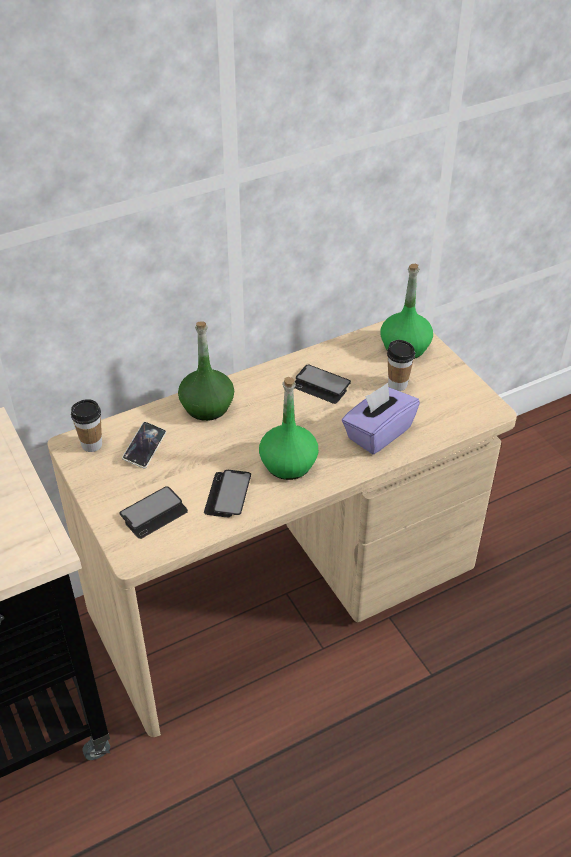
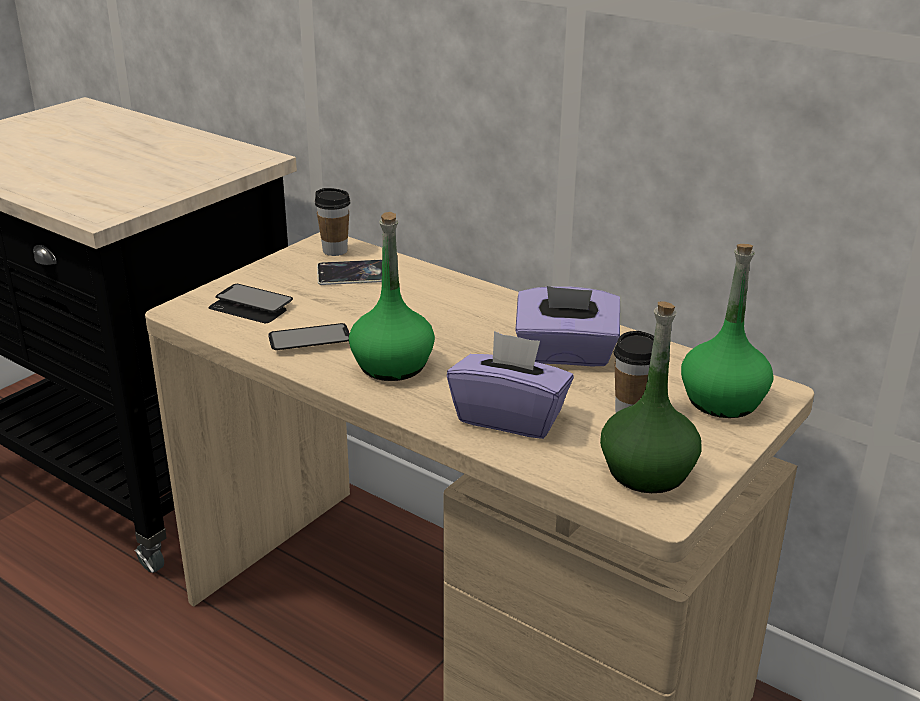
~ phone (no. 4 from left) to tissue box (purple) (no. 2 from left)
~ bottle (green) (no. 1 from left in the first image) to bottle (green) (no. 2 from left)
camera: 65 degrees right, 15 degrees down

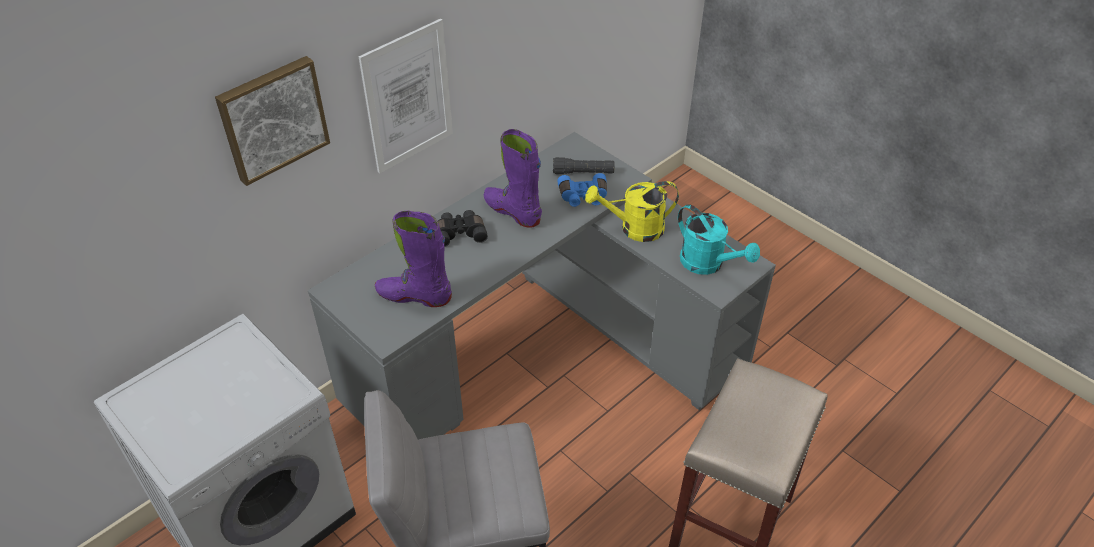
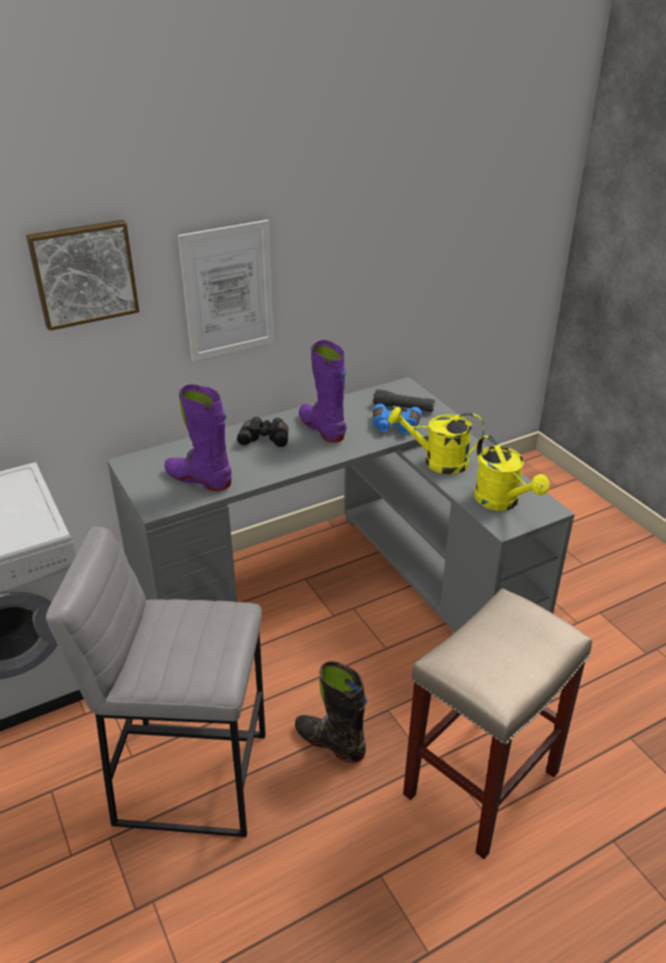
+ boot (black)
~ watering can (turquoise) to watering can (yellow) (no. 2 from left)
camera: 15 degrees right, 10 degrees down

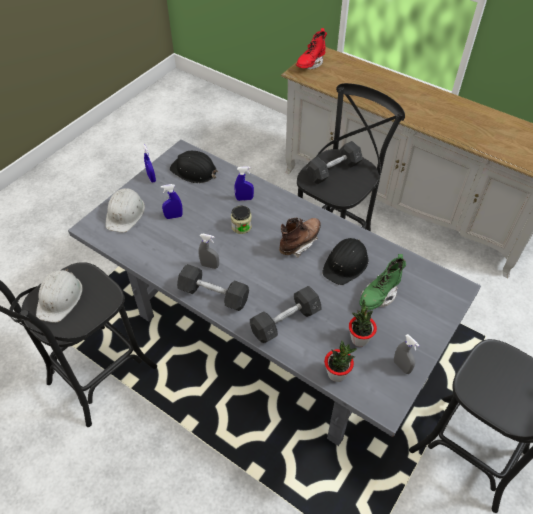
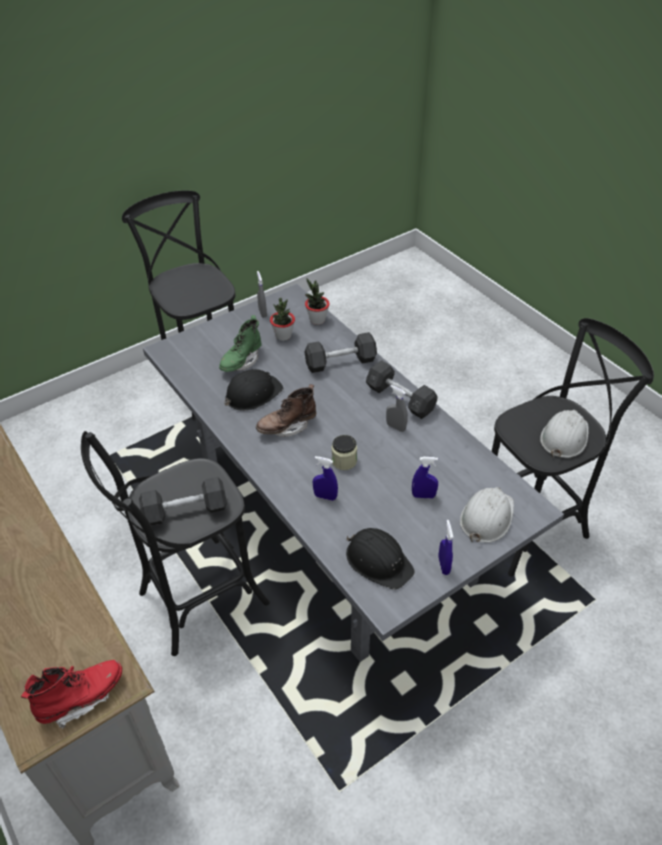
~ boot (green) 150 degrees clockwise
camera: 160 degrees left, 5 degrees down

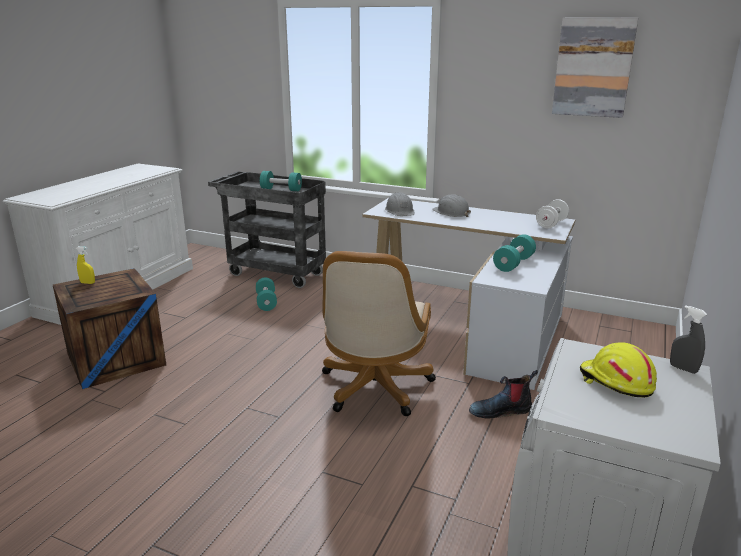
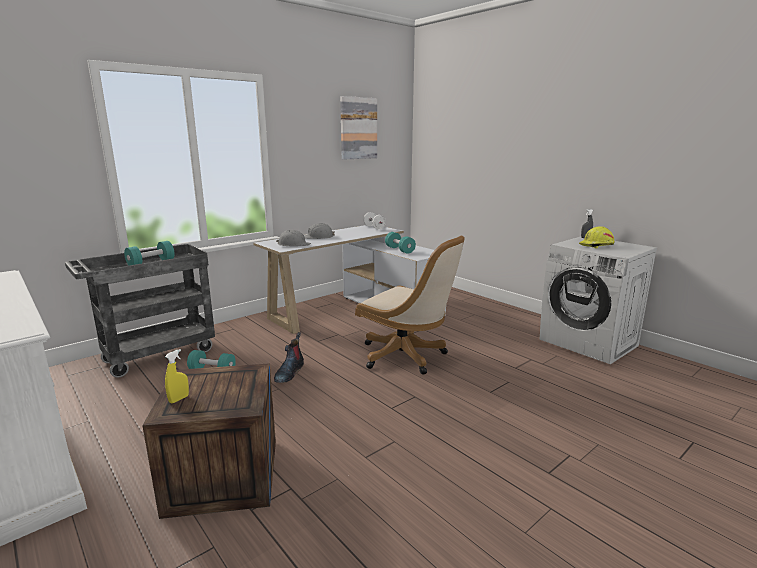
~ boot
camera: 65 degrees left, 5 degrees down

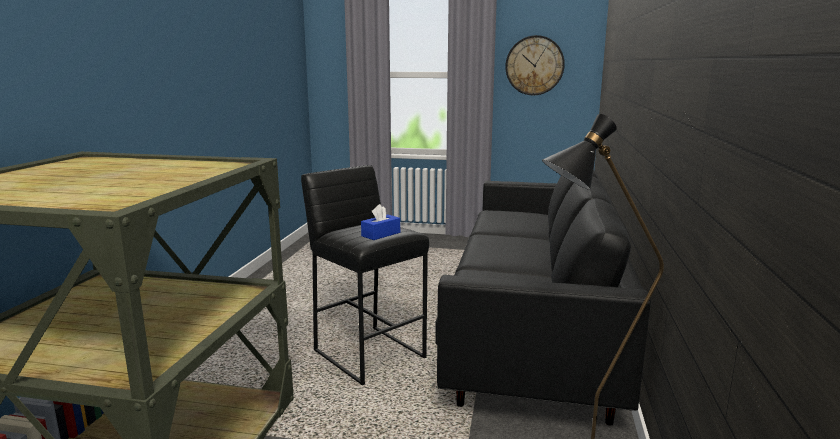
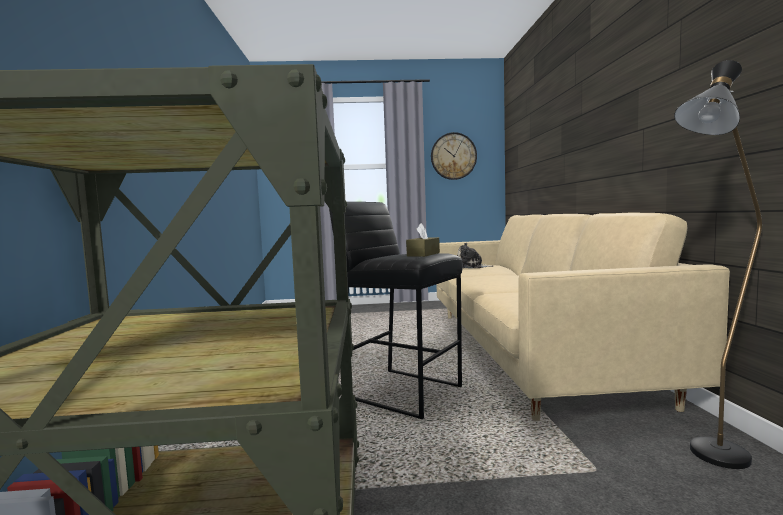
~ tissue box (blue) to tissue box (brown)
~ sofa (black) to sofa (beige)
+ plush toy
camera: 15 degrees left, 10 degrees down

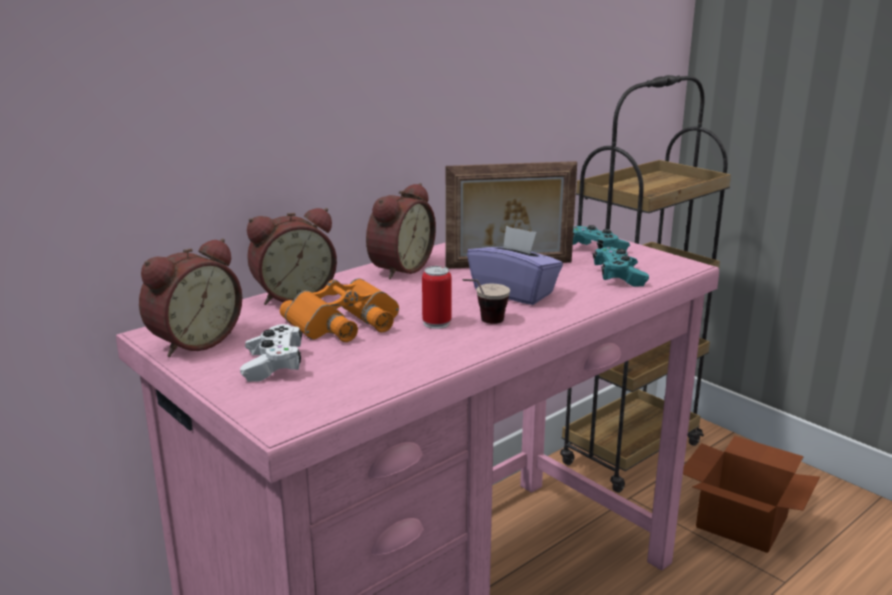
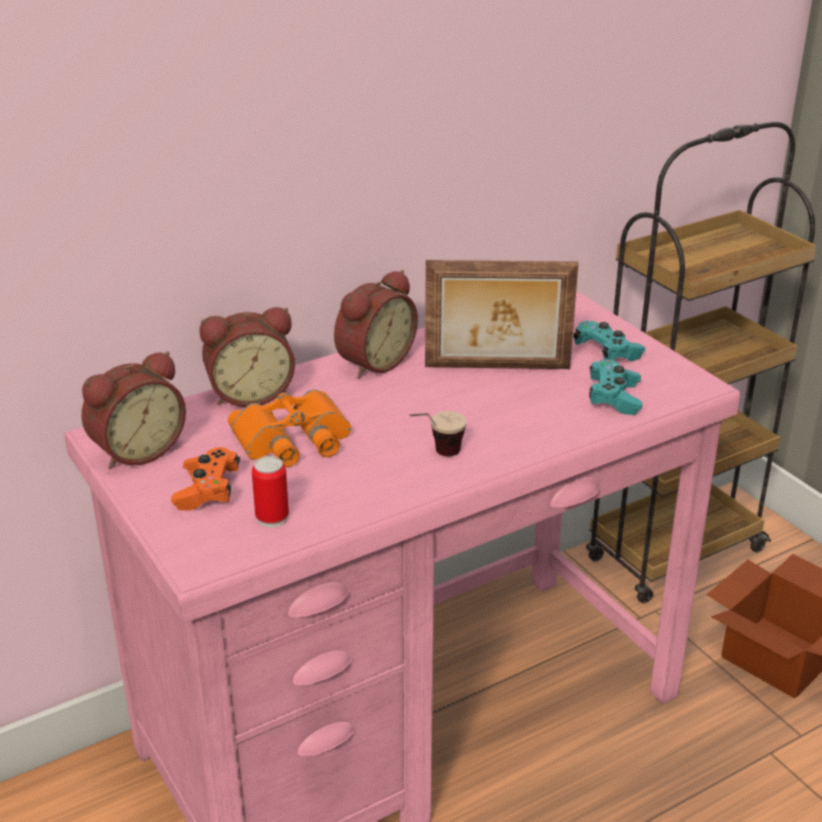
~ game controller (white) to game controller (orange)
~ can
- tissue box (purple)
camera: 10 degrees right, 10 degrees up

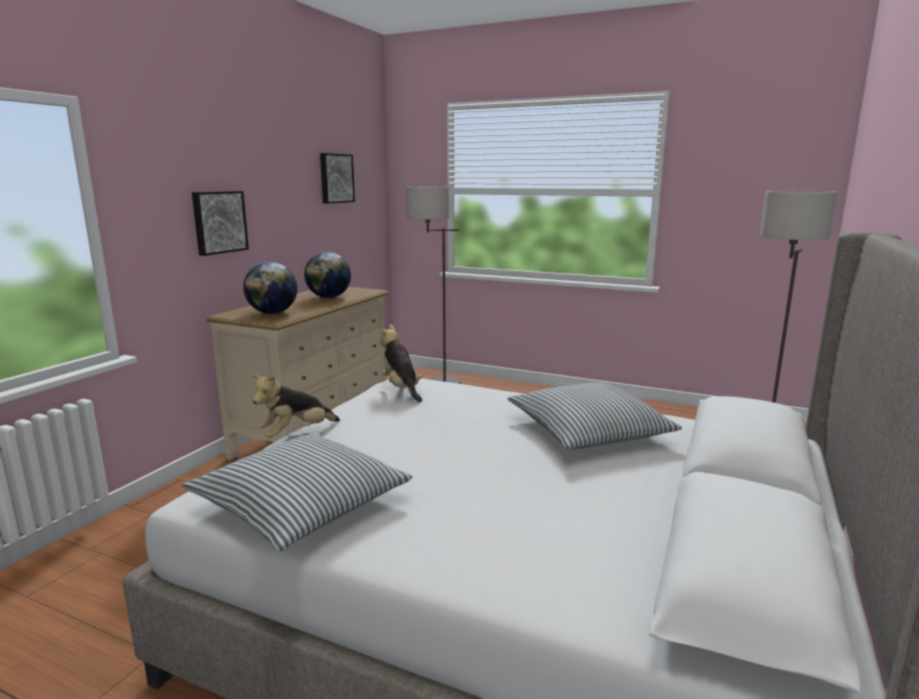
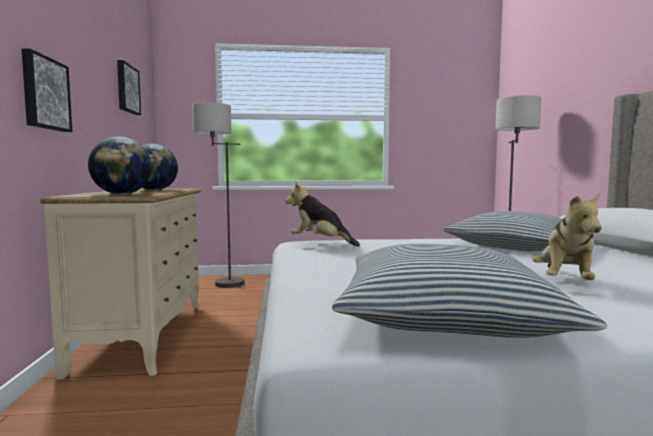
~ plush toy (no. 1 from left in the first image) to plush toy (no. 2 from left)
camera: 30 degrees left, 10 degrees down

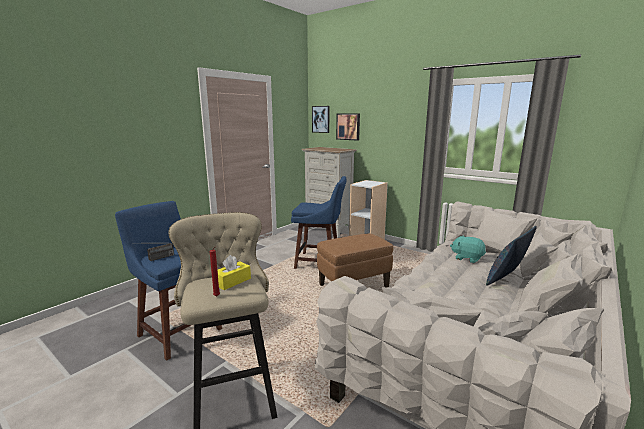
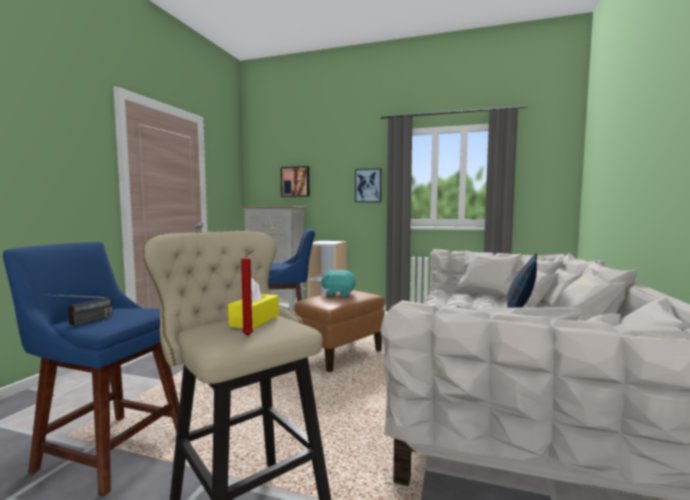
~ plush toy (turquoise)
~ picture (no. 1 from left in the first image) to picture (no. 2 from left)
camera: 20 degrees left, 10 degrees down

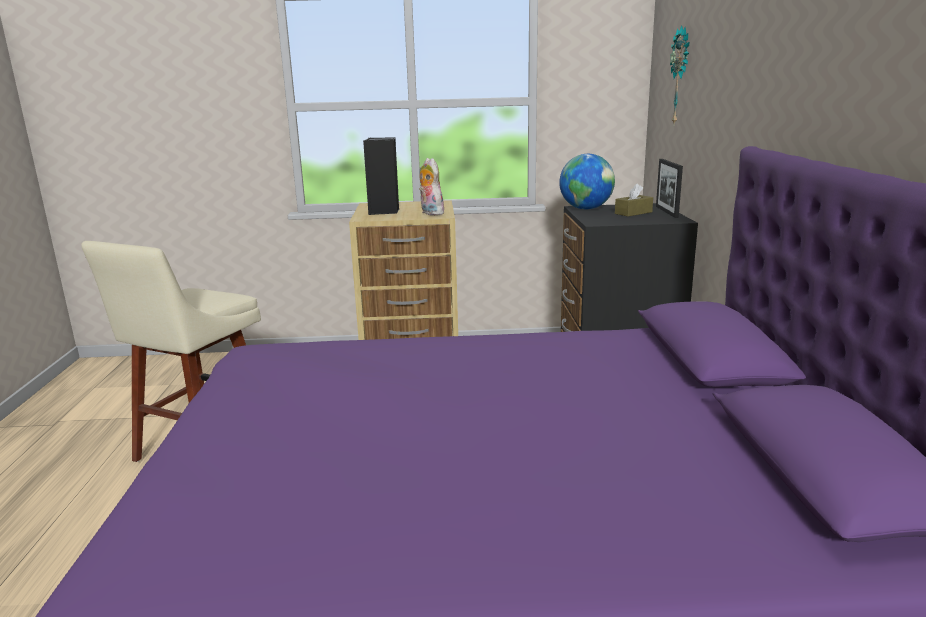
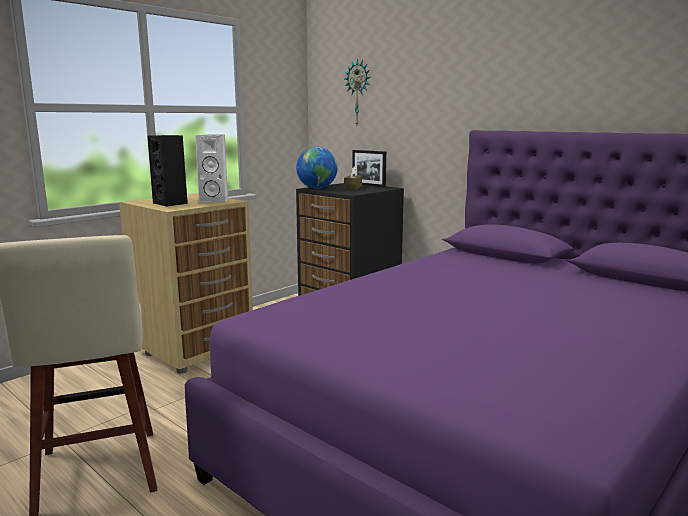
~ plush toy to speaker (white)
camera: 45 degrees left, 5 degrees down

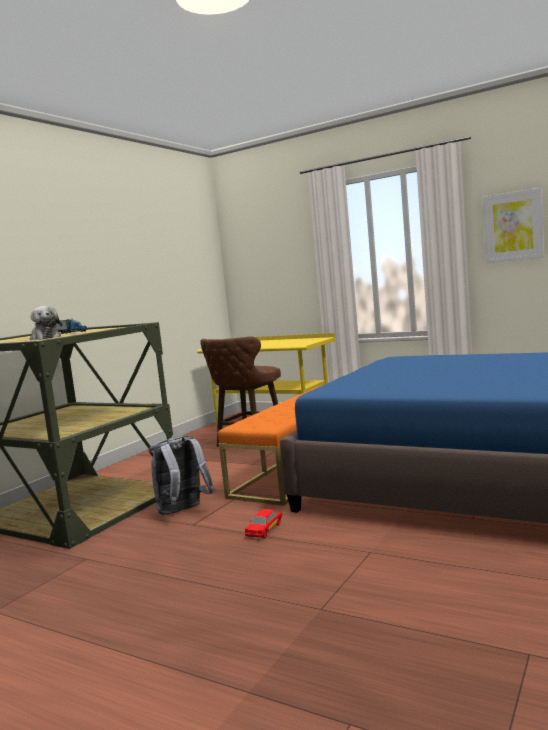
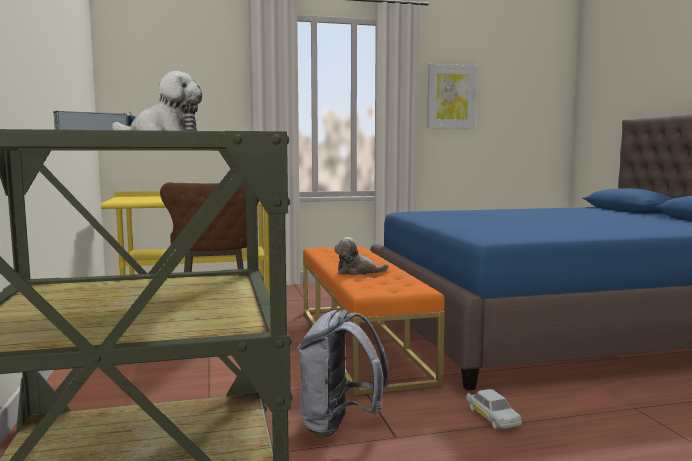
+ plush toy (no. 2 from left)
~ toy car (red) to toy car (white)
camera: 45 degrees left, 0 degrees up

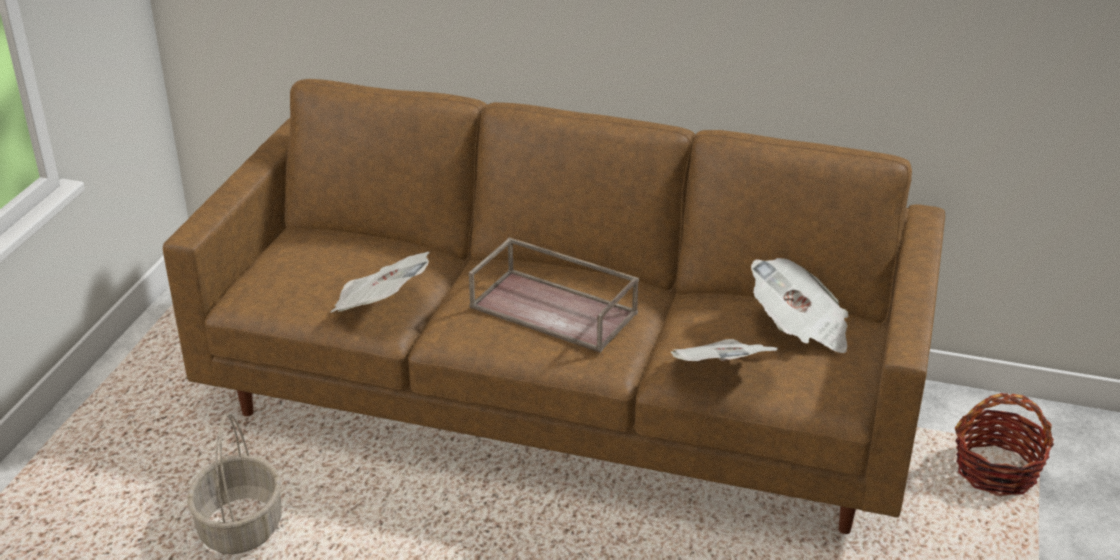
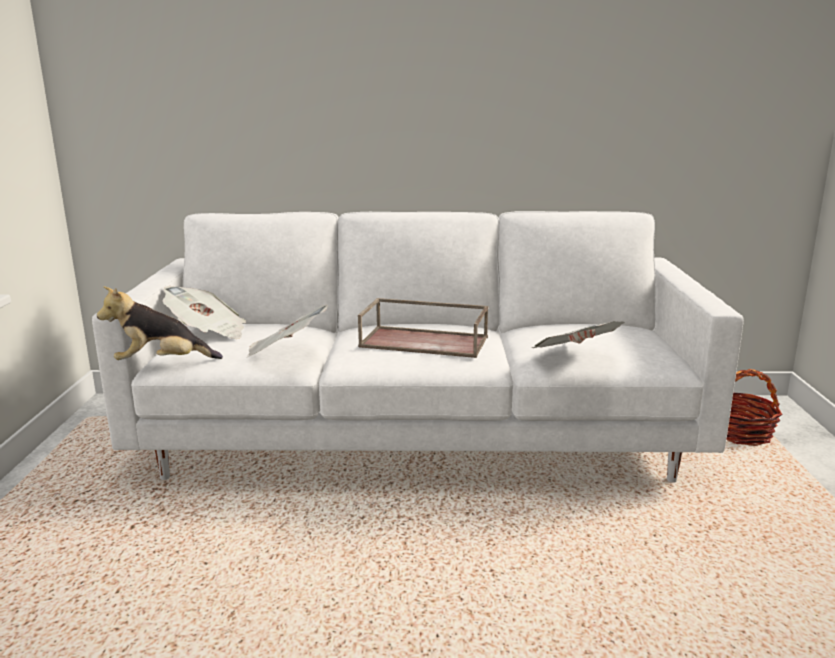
~ sofa (brown) to sofa (white)
+ plush toy
~ newspaper (no. 3 from left in the first image) to newspaper (no. 1 from left)
- basket (no. 1 from left)
camera: 15 degrees left, 15 degrees down

